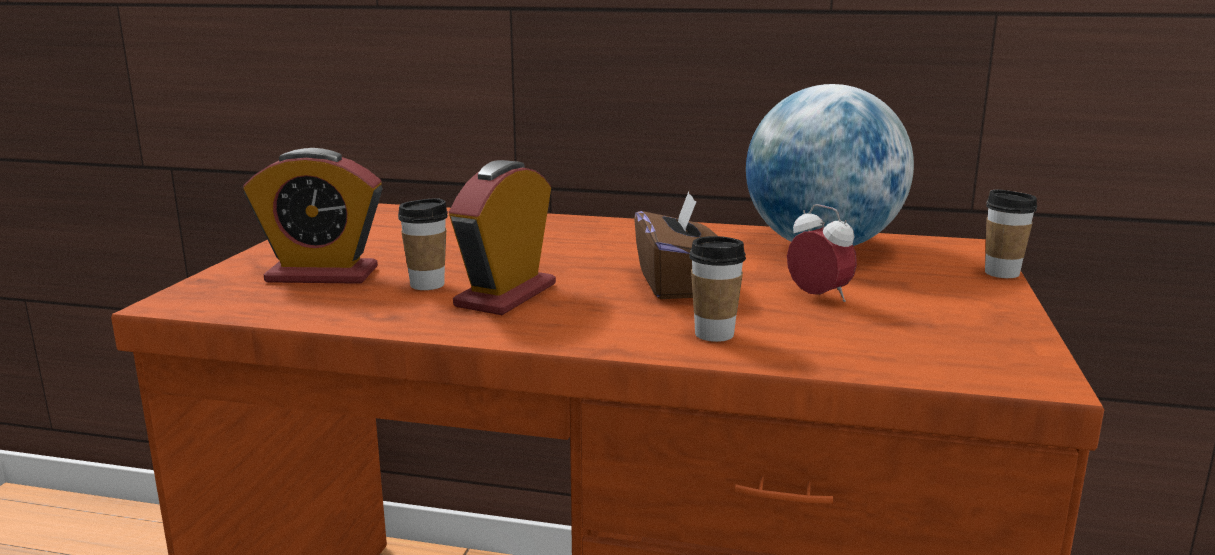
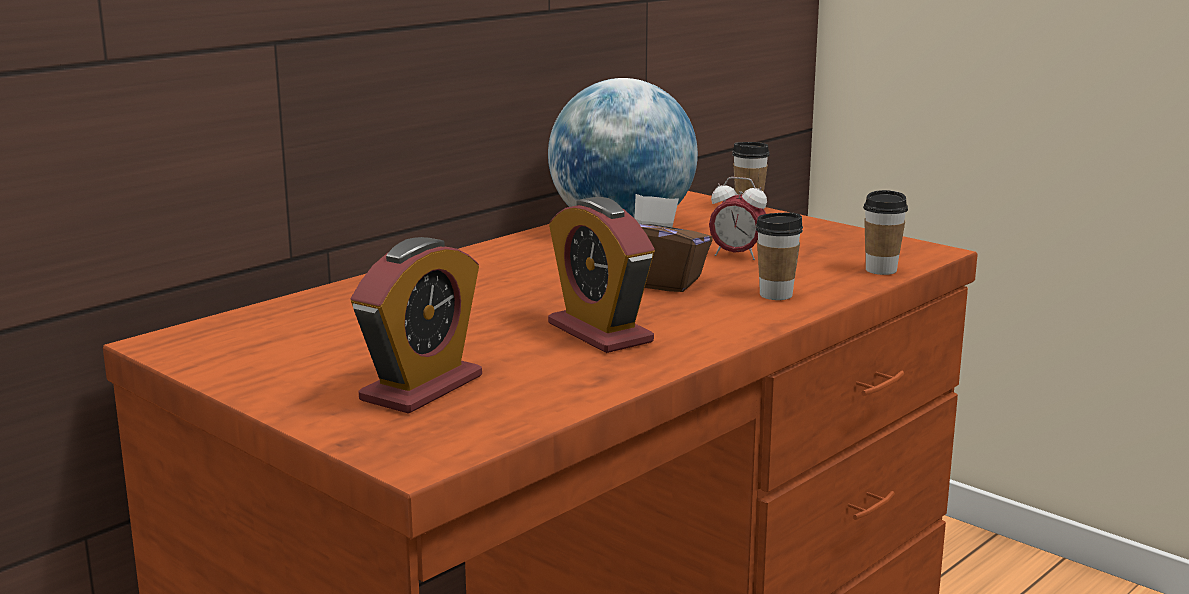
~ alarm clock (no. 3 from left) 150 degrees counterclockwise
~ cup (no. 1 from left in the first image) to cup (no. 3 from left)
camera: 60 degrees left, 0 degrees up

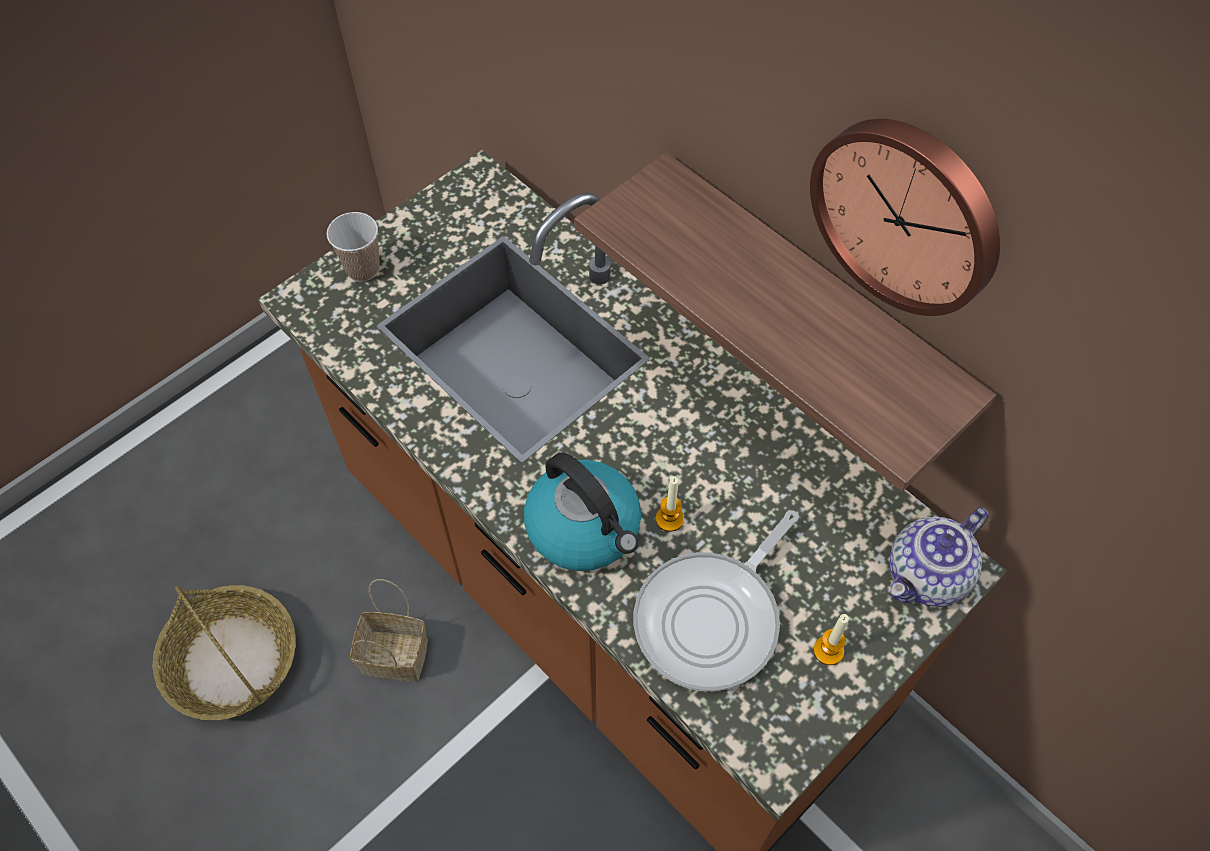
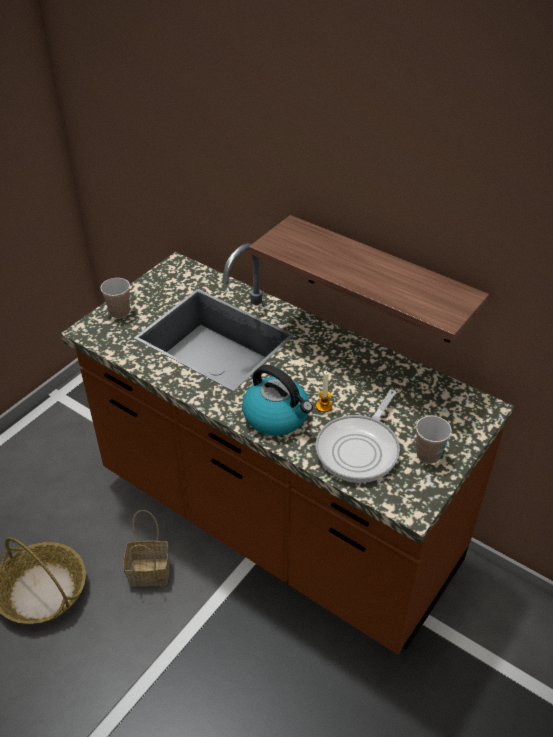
~ candle (no. 2 from left) to cup (no. 2 from left)
- wall clock
- teapot
camera: 10 degrees left, 15 degrees down

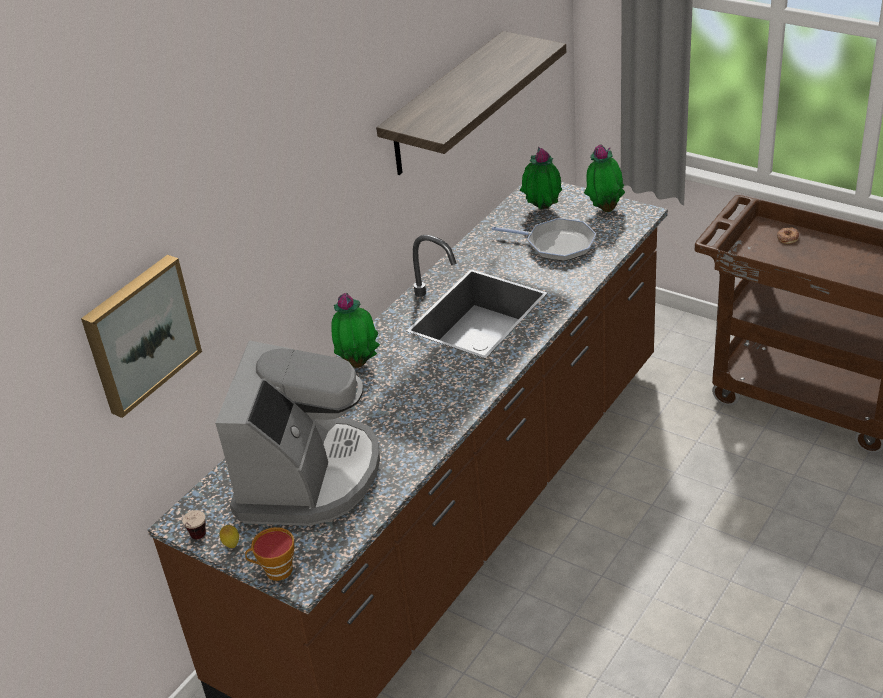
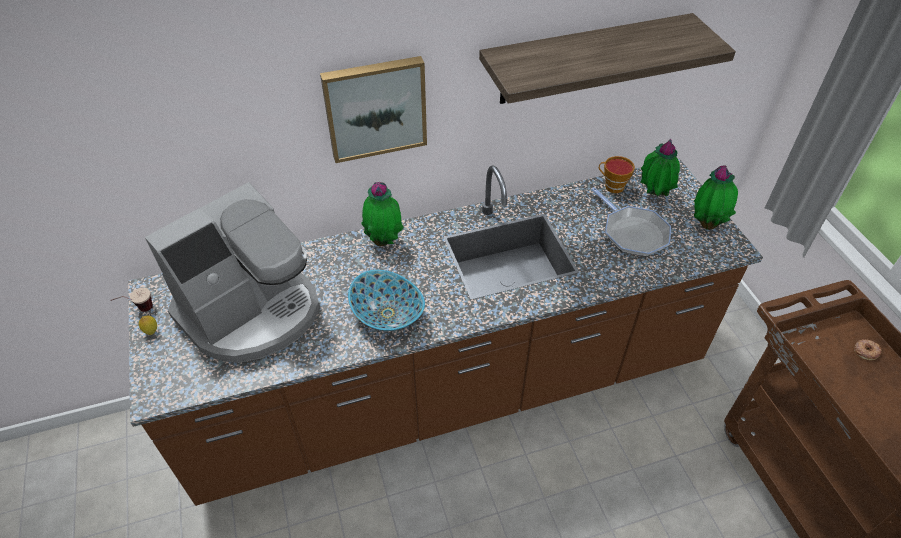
~ picture
+ bowl
~ cup (no. 2 from left)
camera: 35 degrees right, 10 degrees up

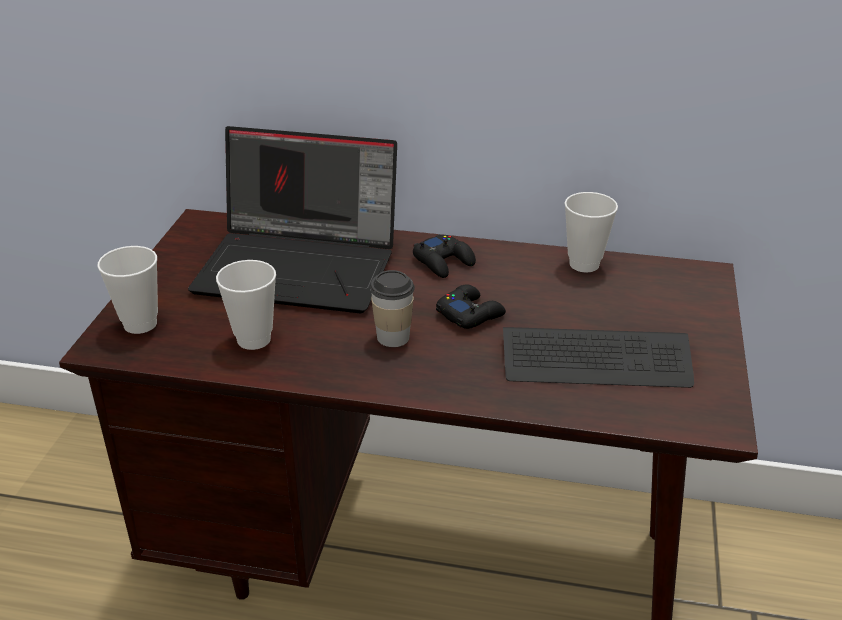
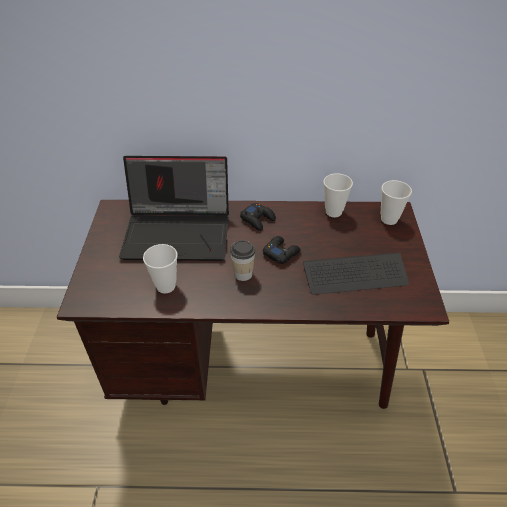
~ cup (no. 1 from left in the first image) to cup (no. 4 from left)
camera: 10 degrees left, 10 degrees up

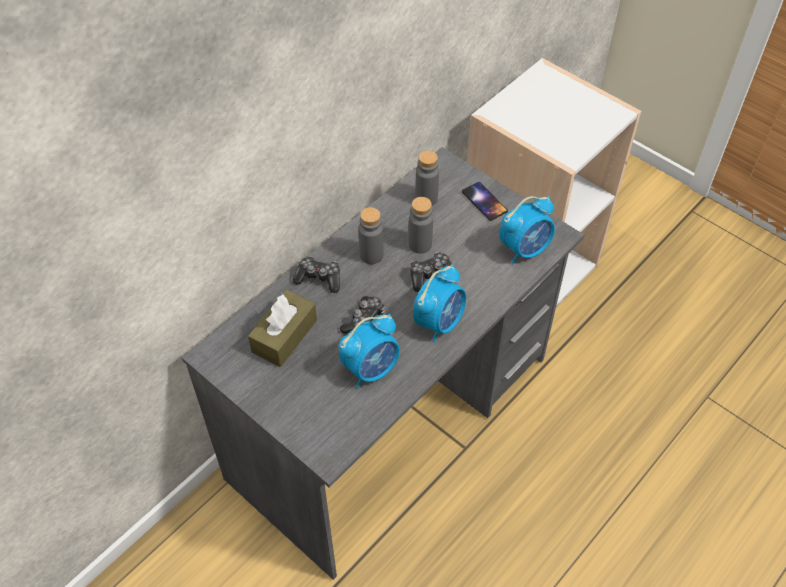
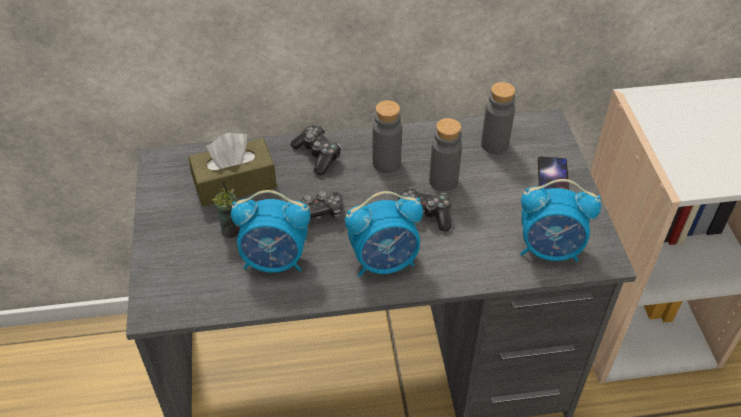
+ cup
camera: 40 degrees right, 5 degrees down

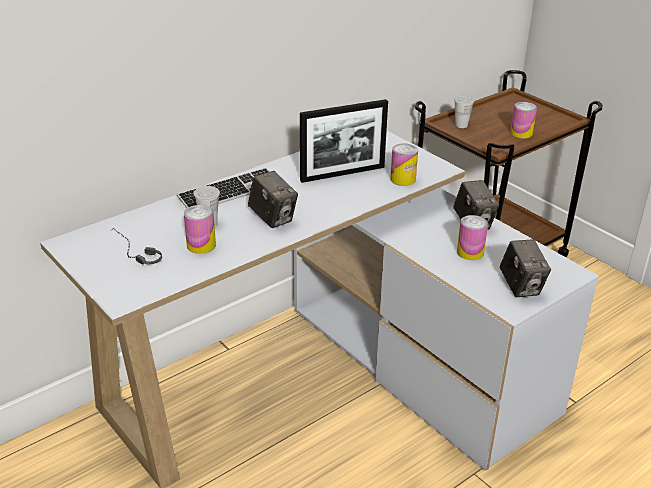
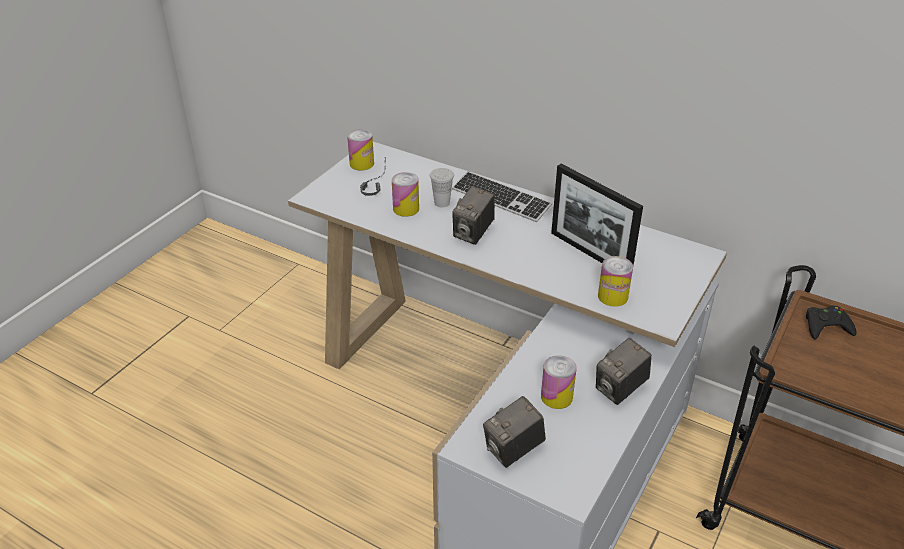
~ can (no. 4 from left in the first image) to can (no. 1 from left)
~ cup (white) (no. 2 from left) to game controller (black)
camera: 70 degrees right, 5 degrees up

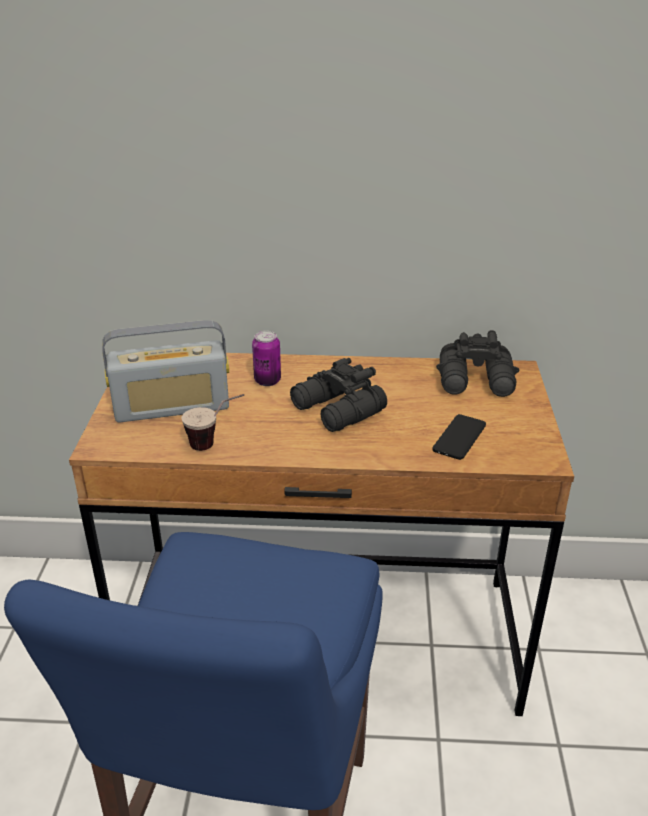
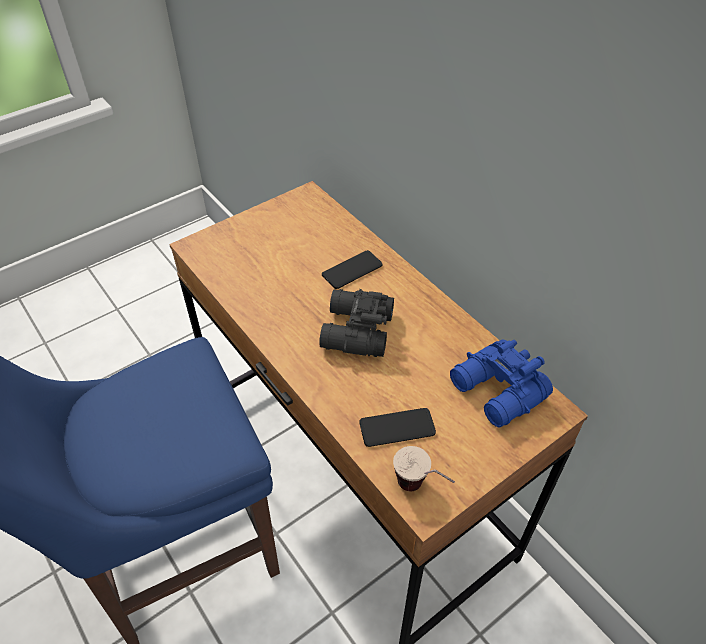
~ can to phone (no. 1 from left)
~ cup
~ binoculars (black) (no. 2 from left) to binoculars (blue)
- radio
camera: 50 degrees right, 15 degrees up

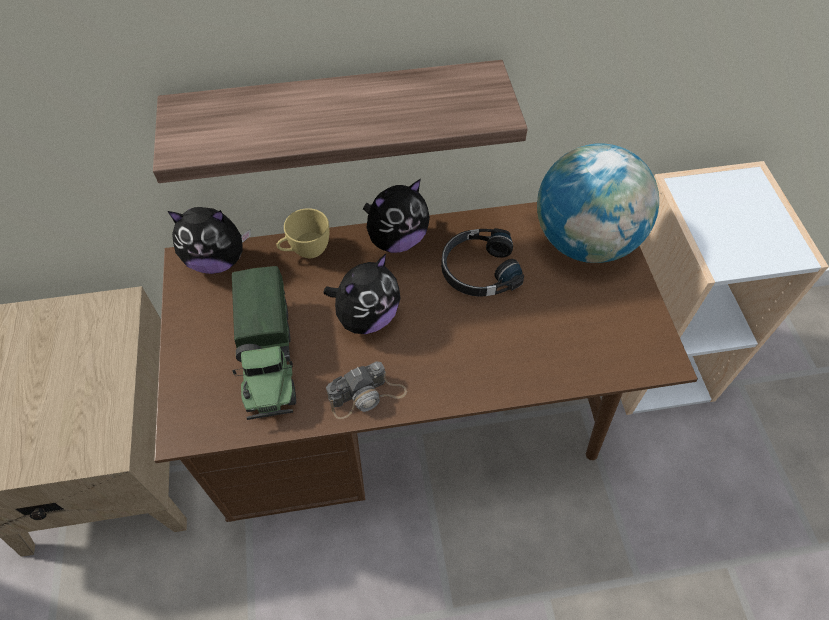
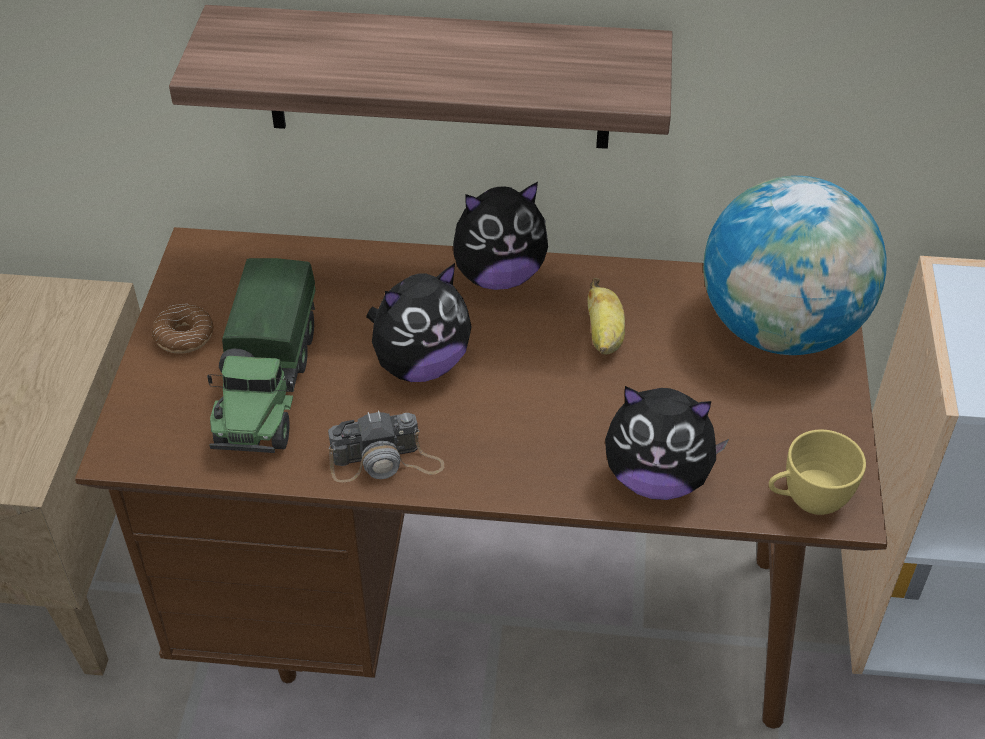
+ donut
~ headphones (black) to banana
~ plush toy (no. 1 from left in the first image) to plush toy (no. 3 from left)
~ cup (yellow)
camera: 15 degrees right, 10 degrees down

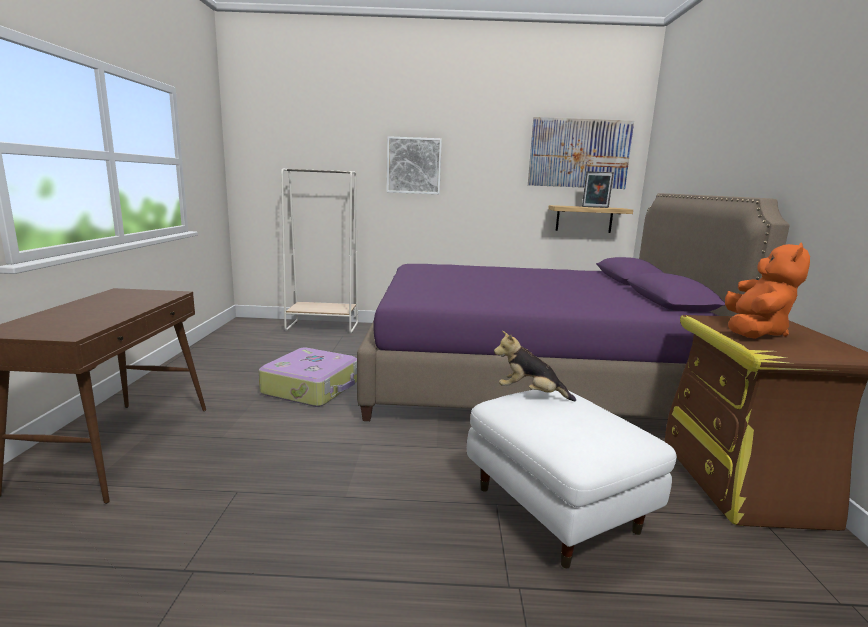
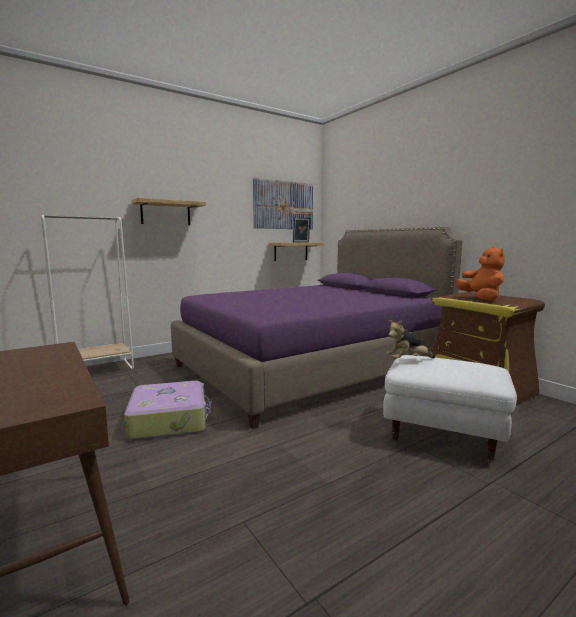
~ picture (no. 1 from left) to shelf (no. 1 from left)
camera: 35 degrees left, 5 degrees down

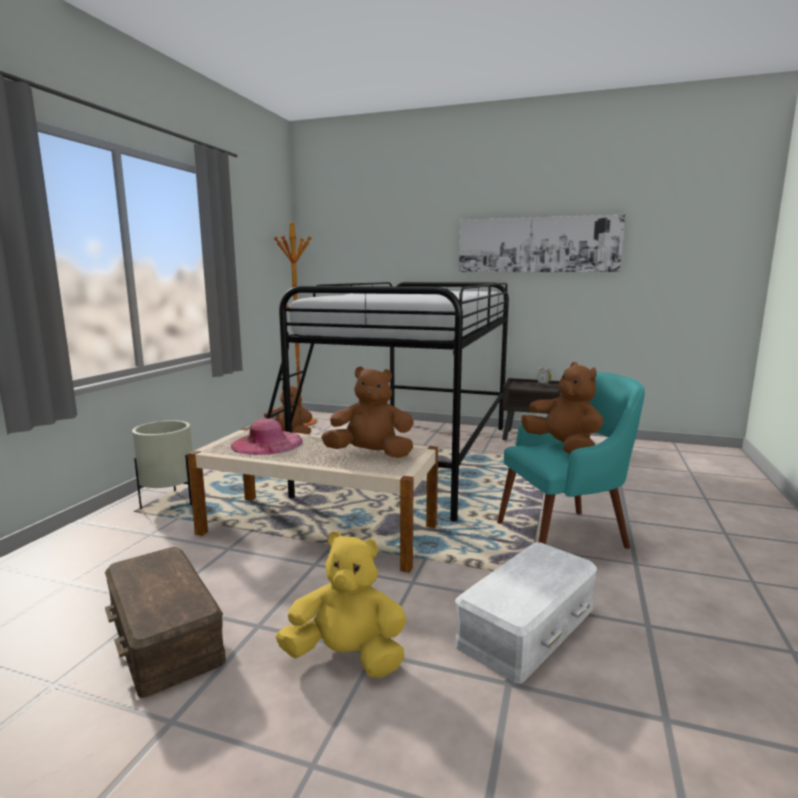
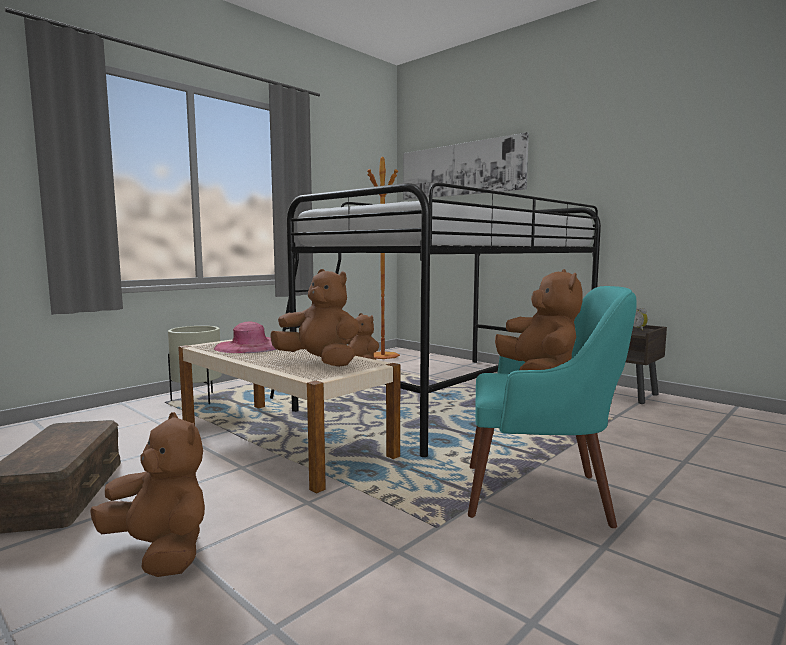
~ plush toy (yellow) to plush toy (brown) (no. 1 from left)
~ picture
- storage box (white)
camera: 25 degrees right, 5 degrees down

